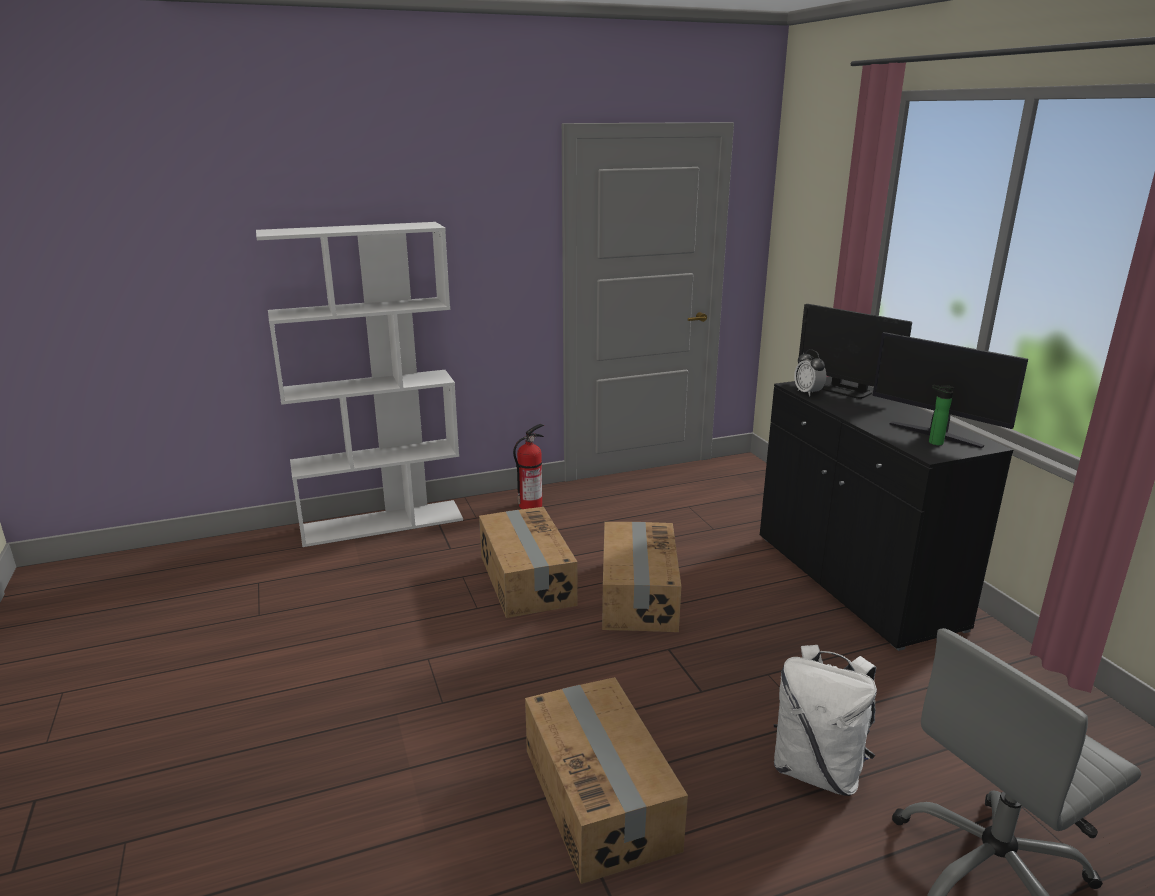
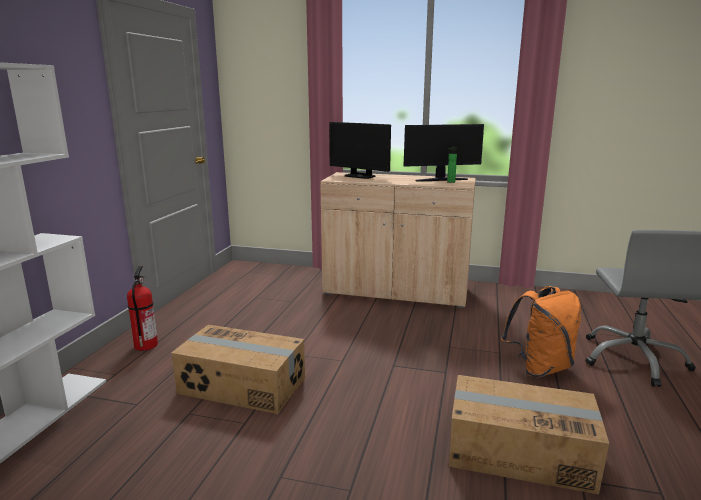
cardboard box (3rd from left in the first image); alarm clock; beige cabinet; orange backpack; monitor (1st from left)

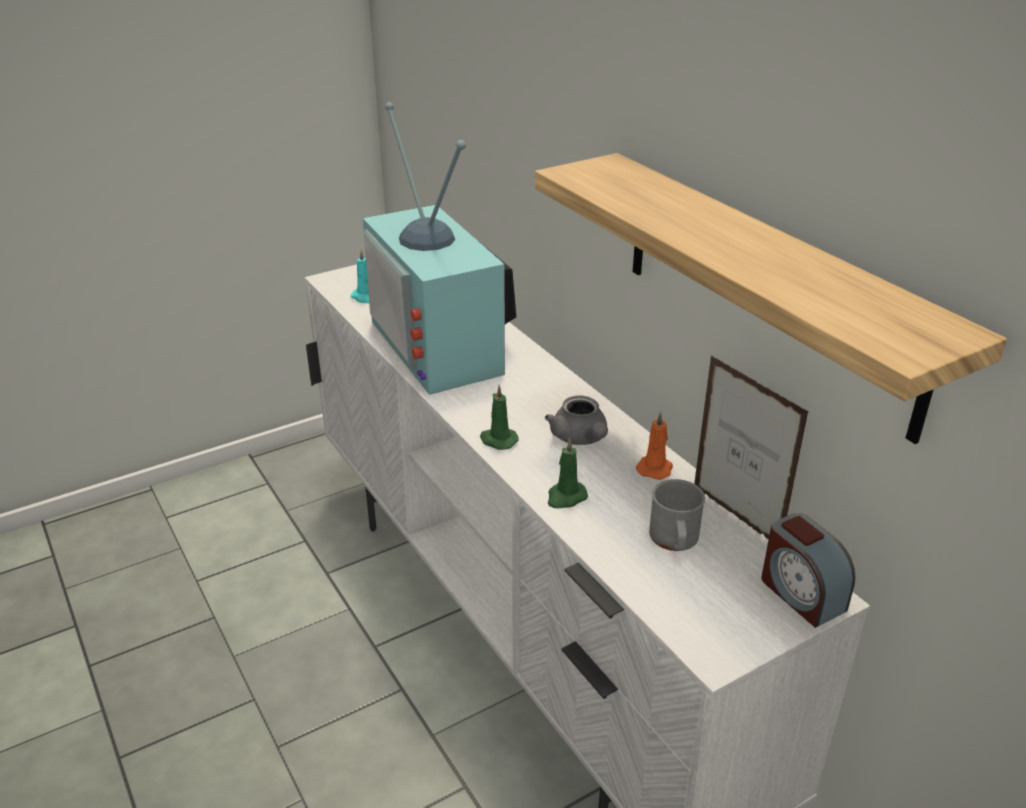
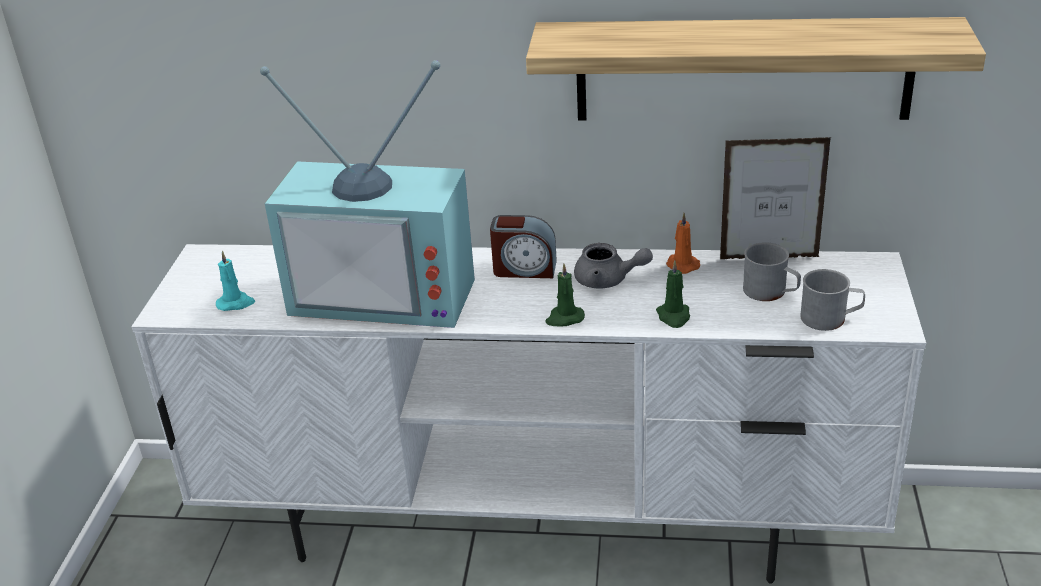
grey mug (2nd from left); alarm clock

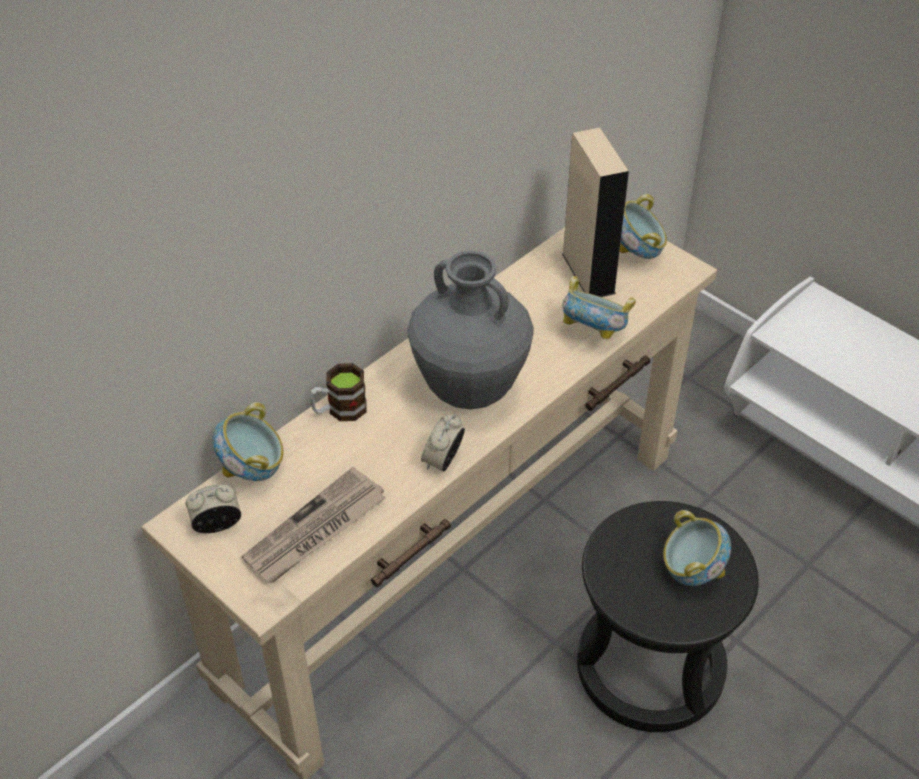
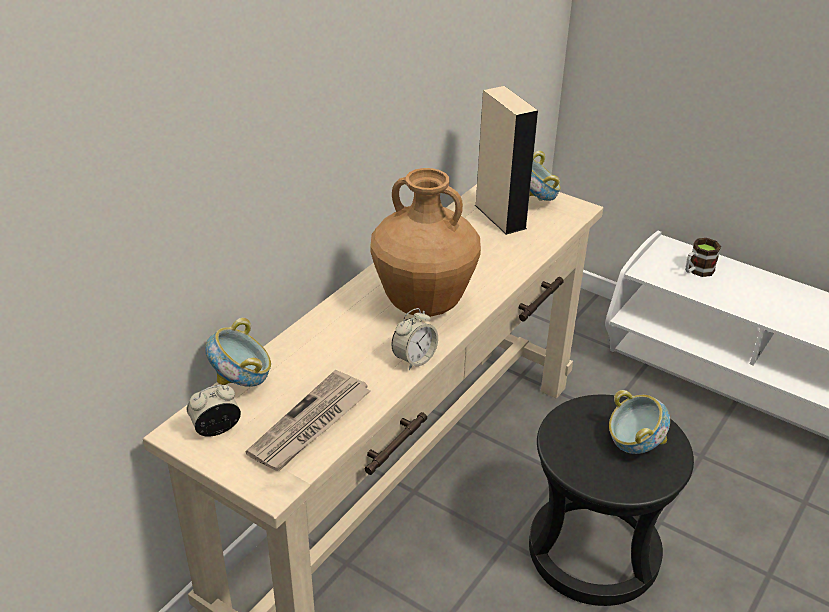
bowl (2nd from left in the first image); mug; brown vase; alarm clock (2nd from left)

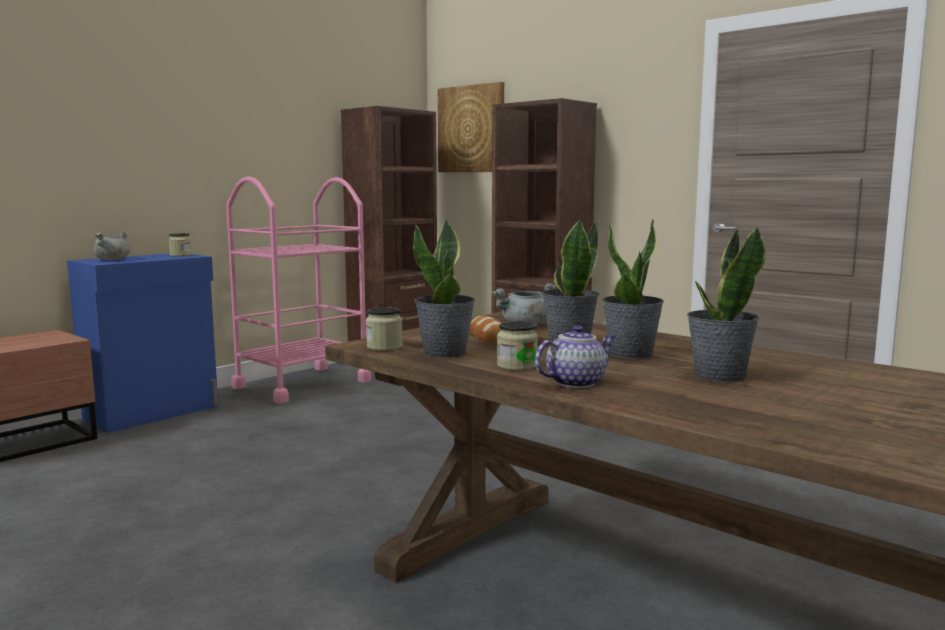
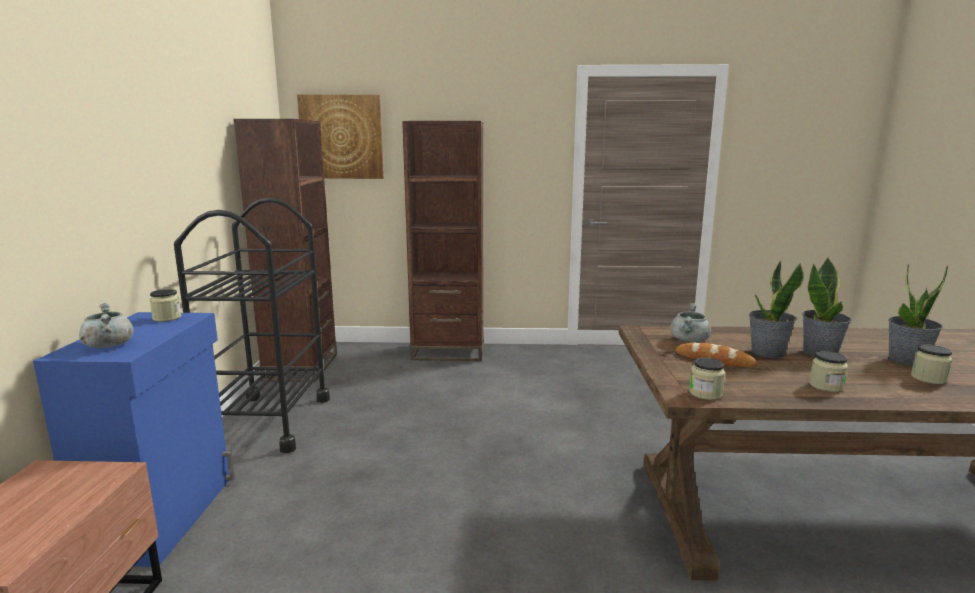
potted plant (1st from left in the first image); teapot; jar (4th from left); black cart

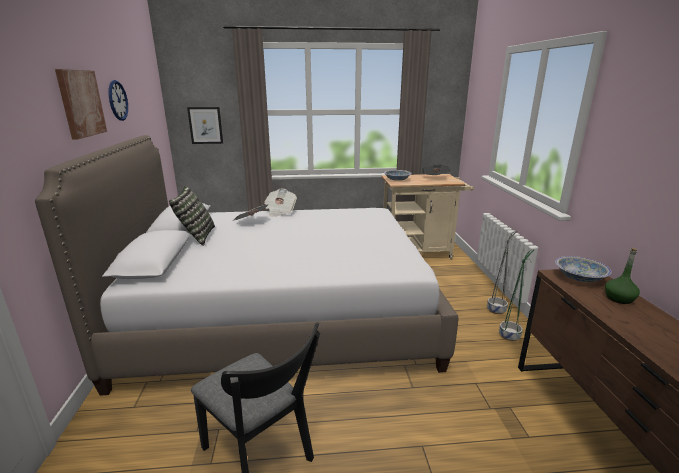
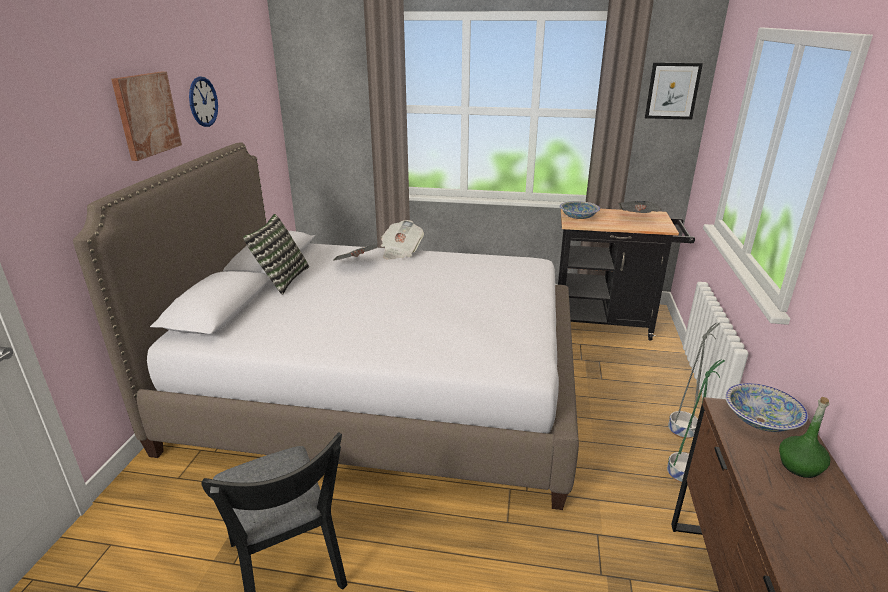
picture (2nd from left); black cart

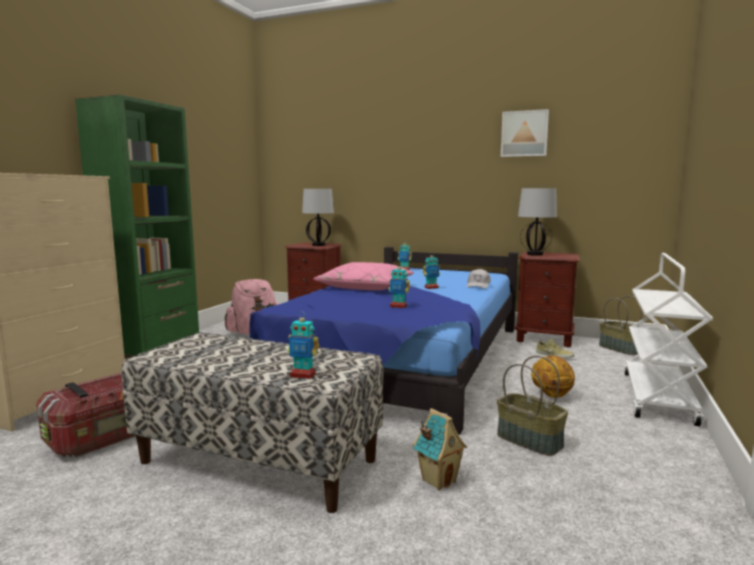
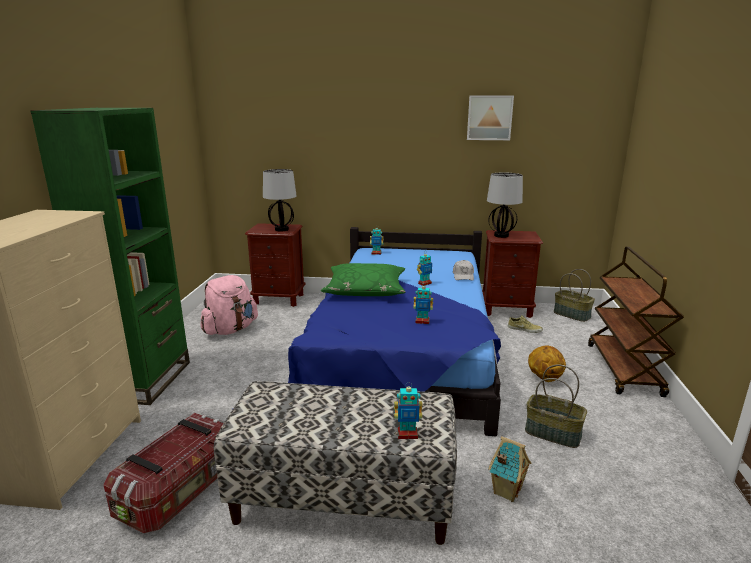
green pillow; brown cart

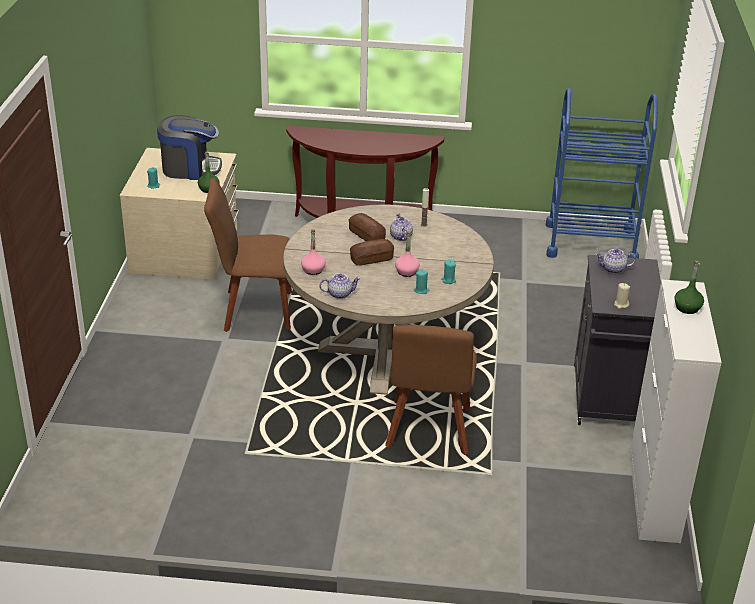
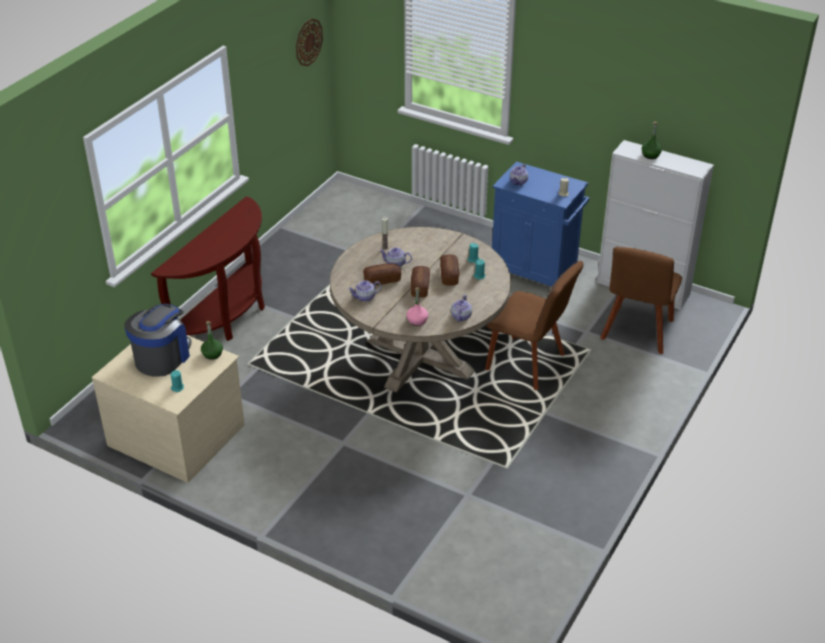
blue cart; wall clock; teapot (1st from left); brown chair (2nd from left); bread (3rd from left); blue cabinet

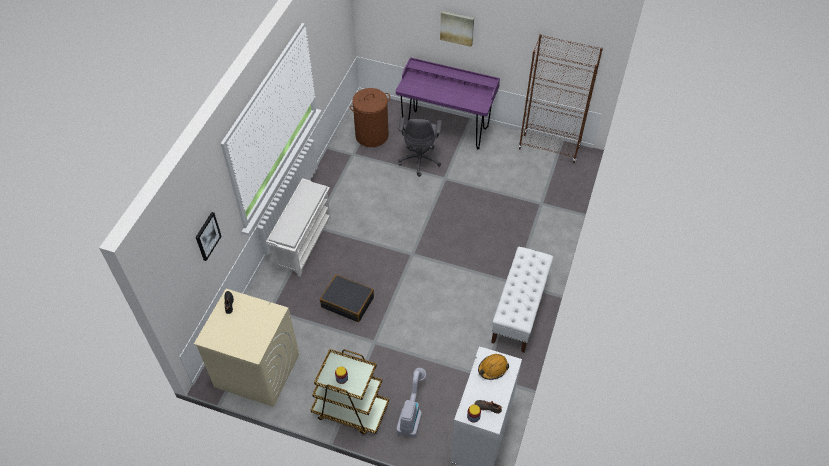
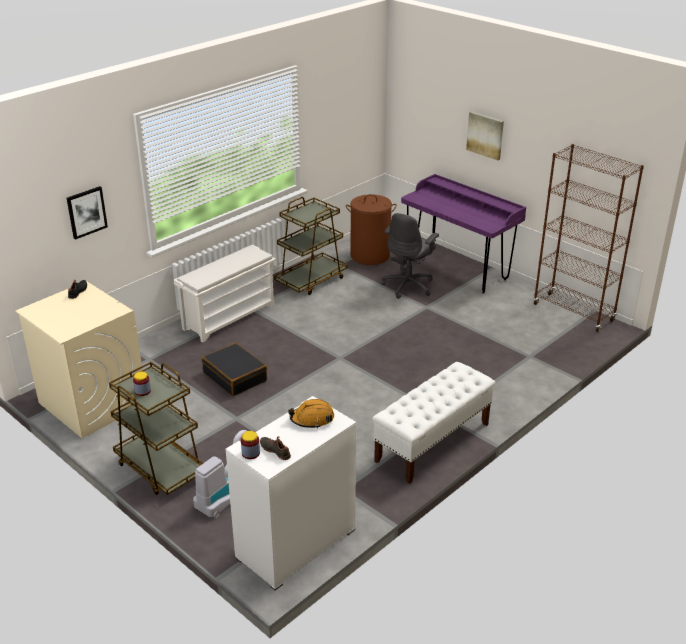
brown cart (2nd from left)

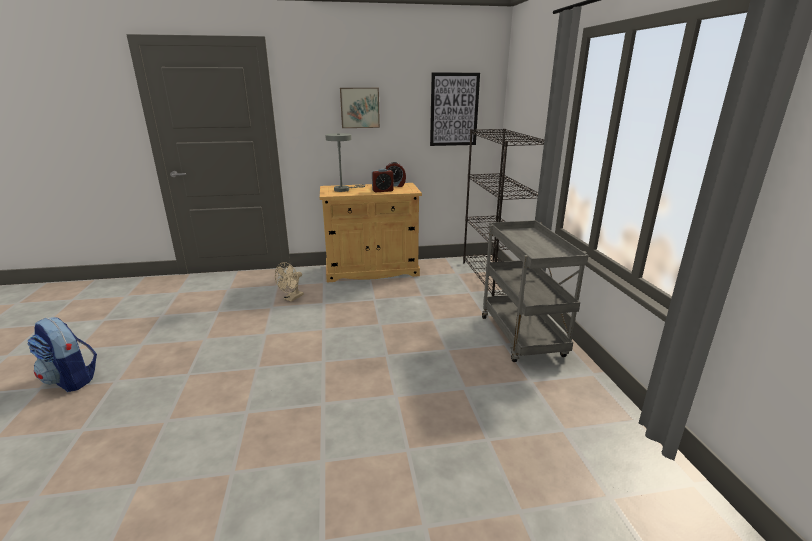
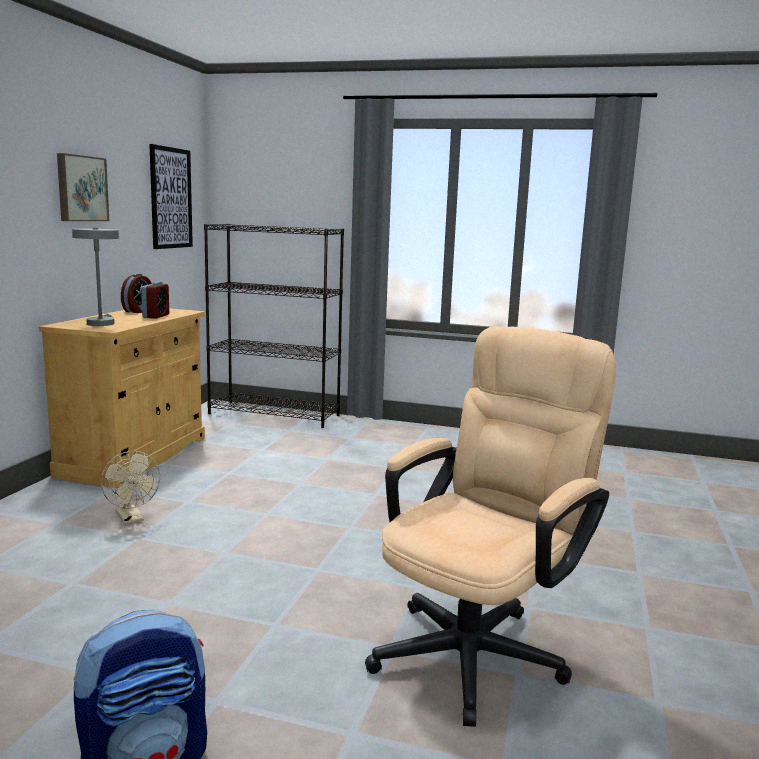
grey cart; beige office chair

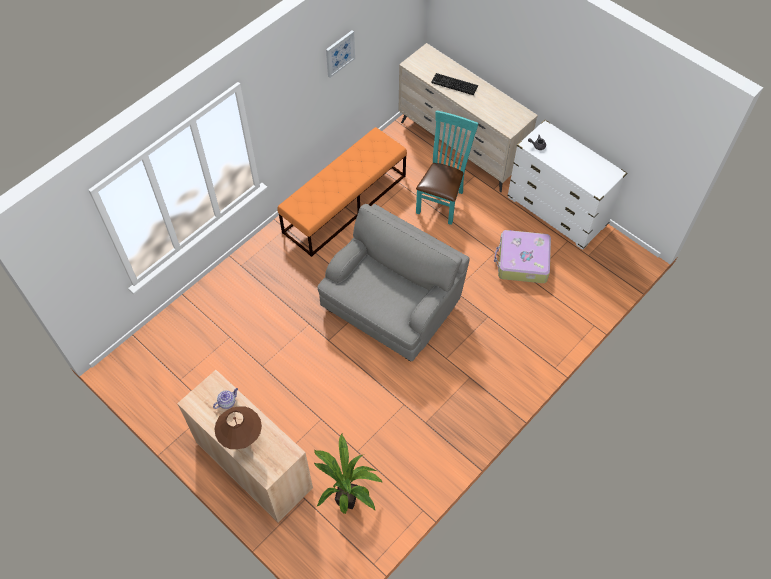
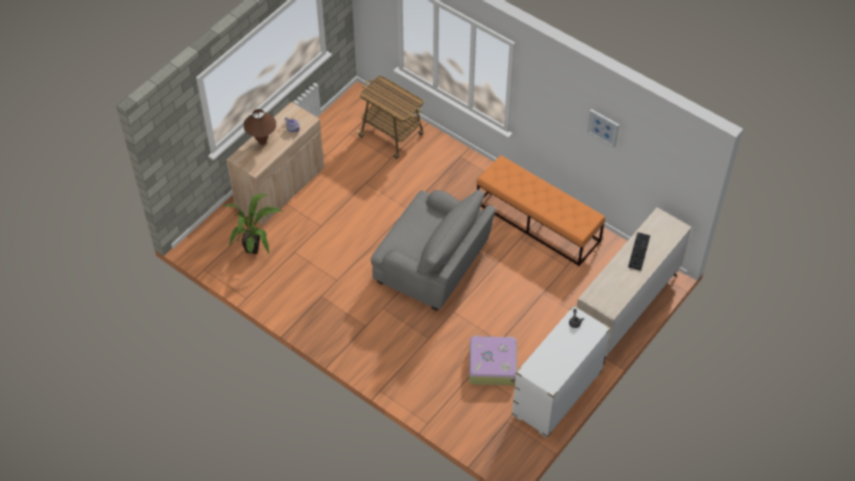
turquoise chair; cart

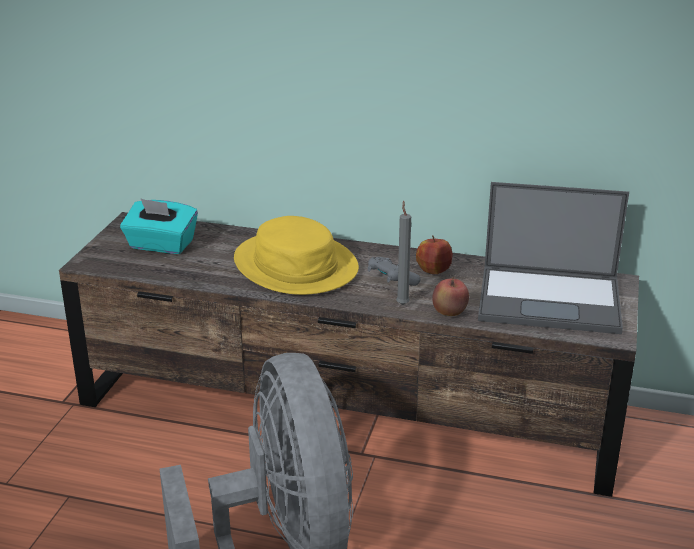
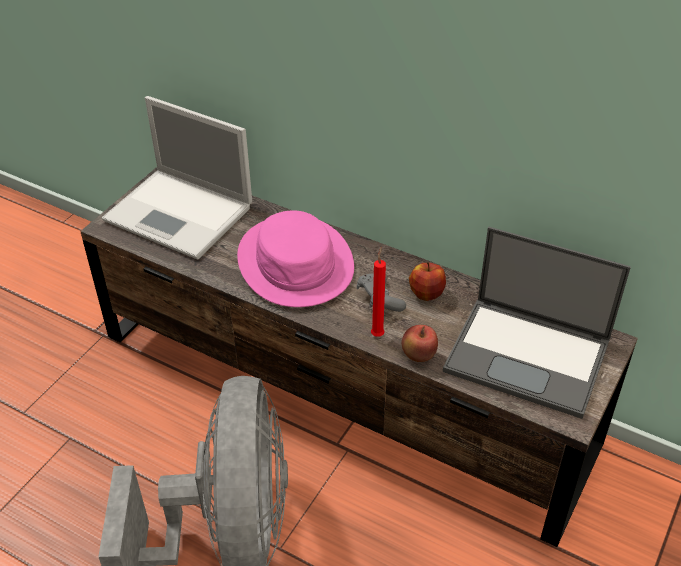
laptop (1st from left); pink hat; red candle

